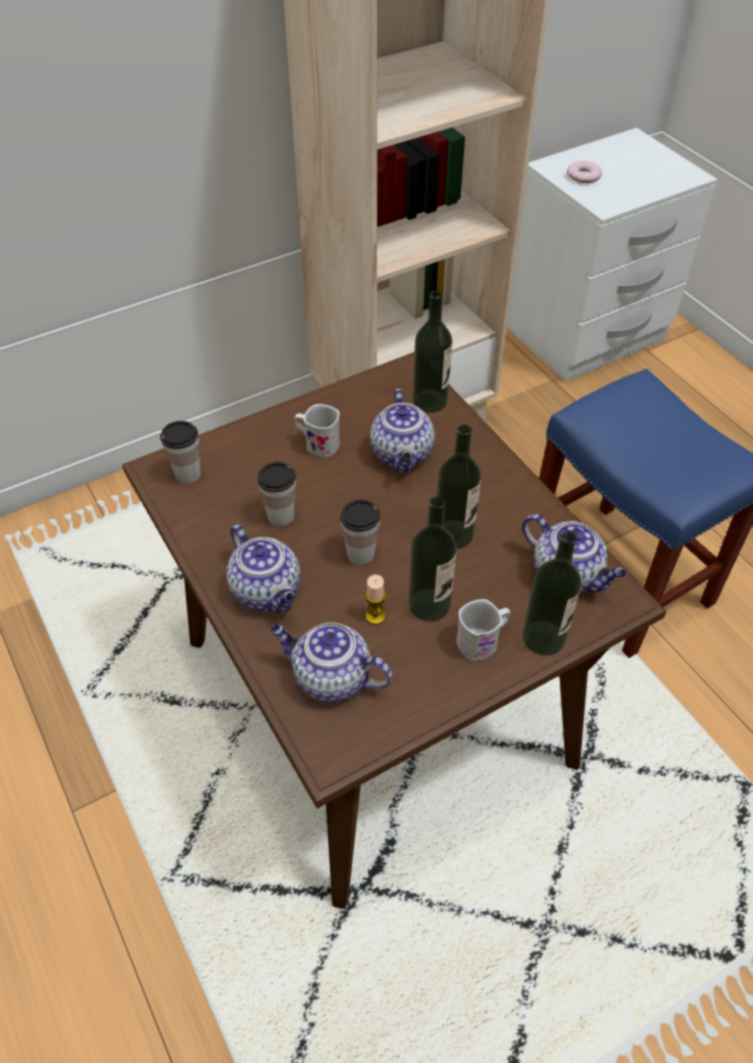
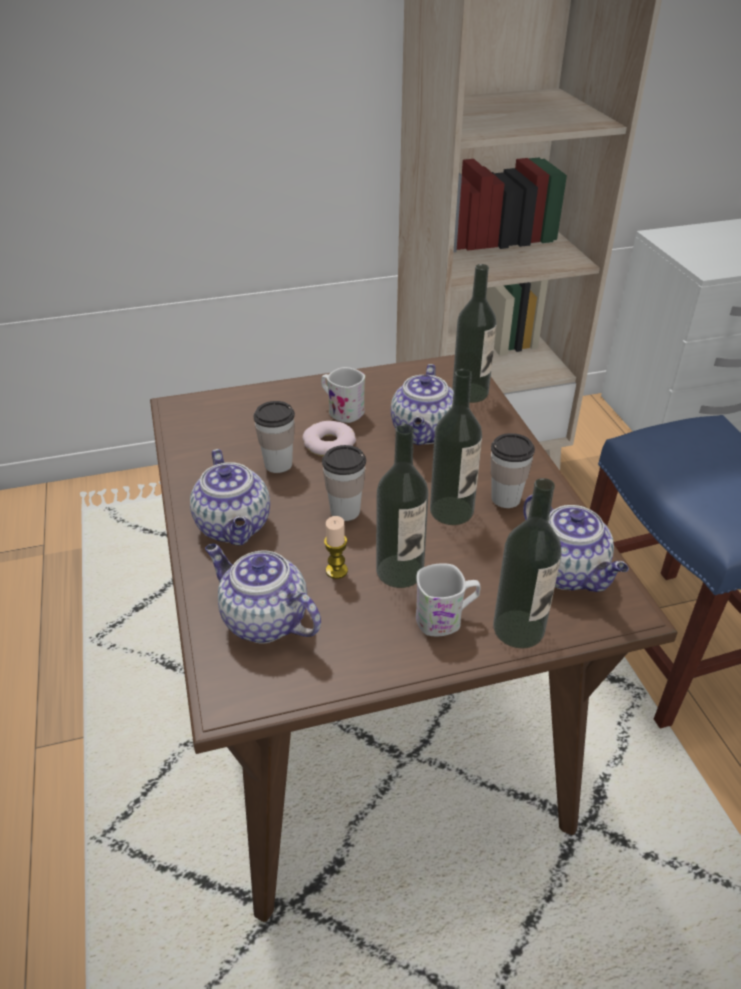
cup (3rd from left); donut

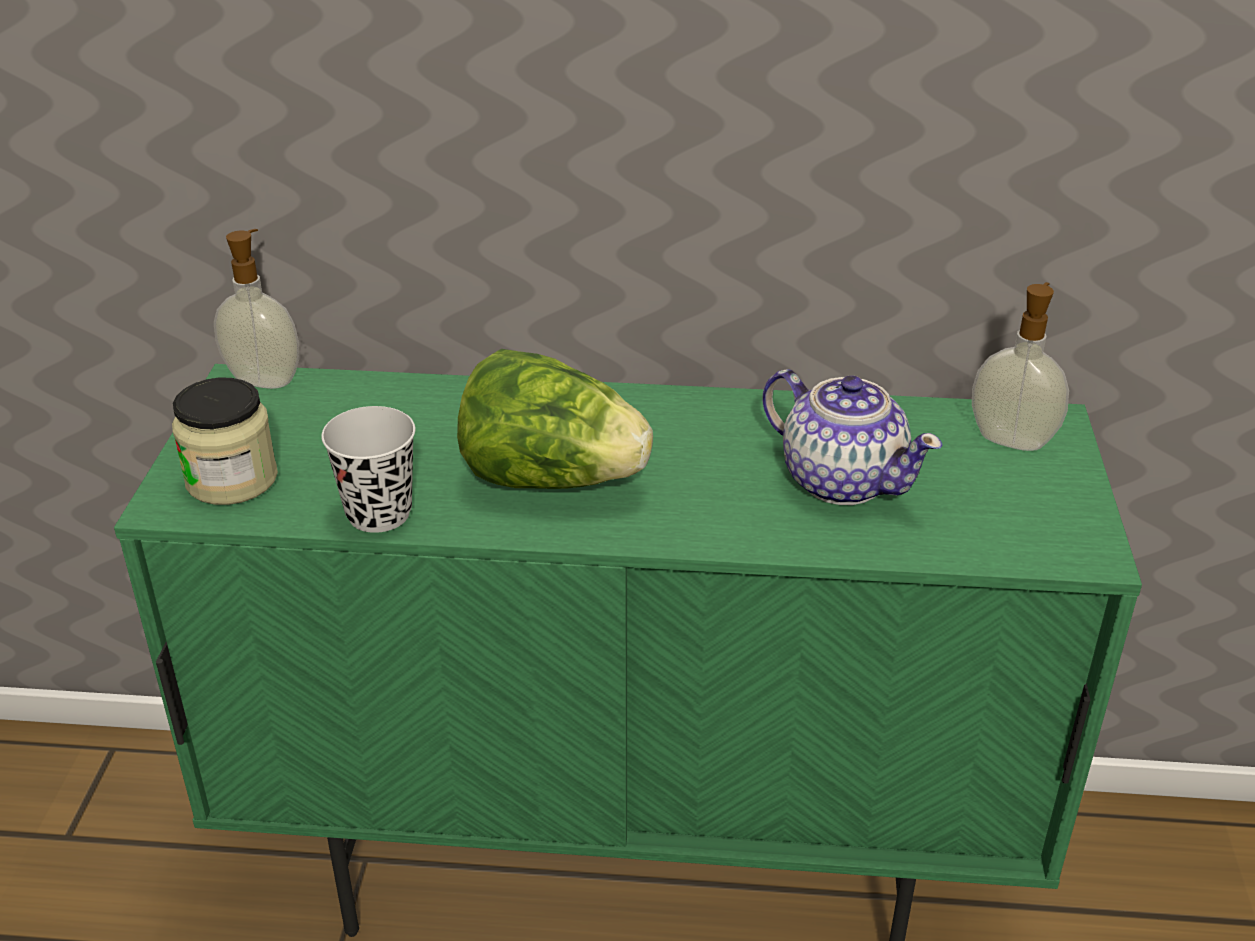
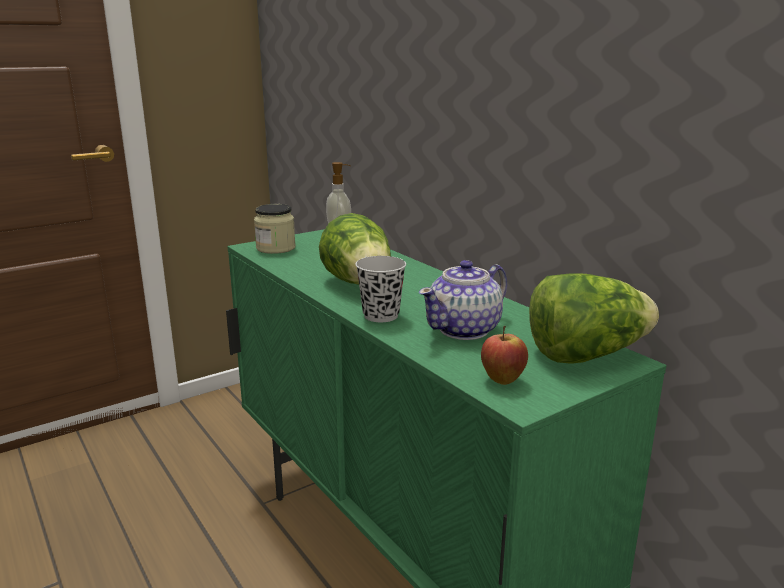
apple; black cup; lettuce (2nd from left); teapot

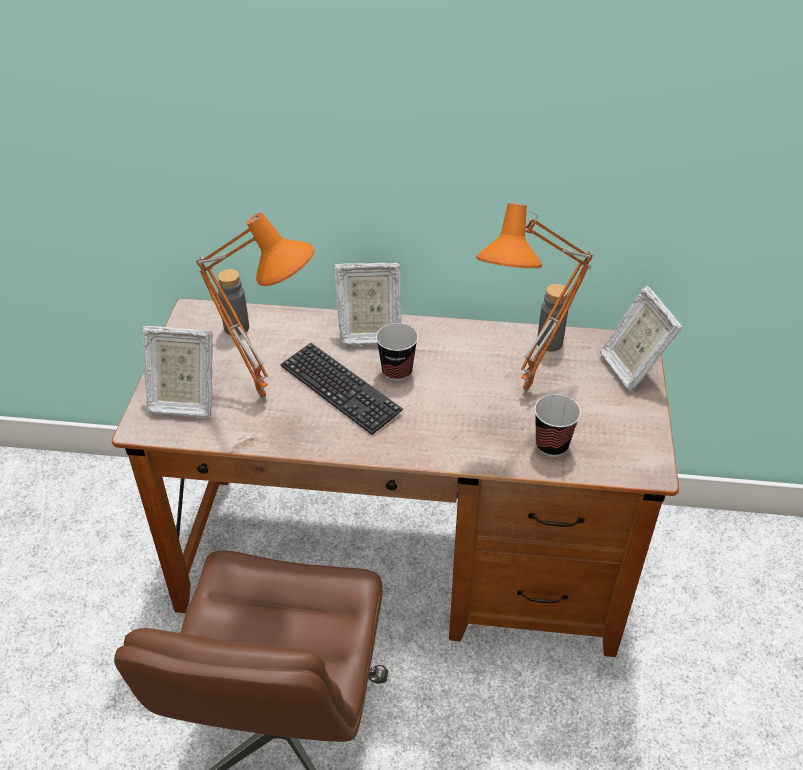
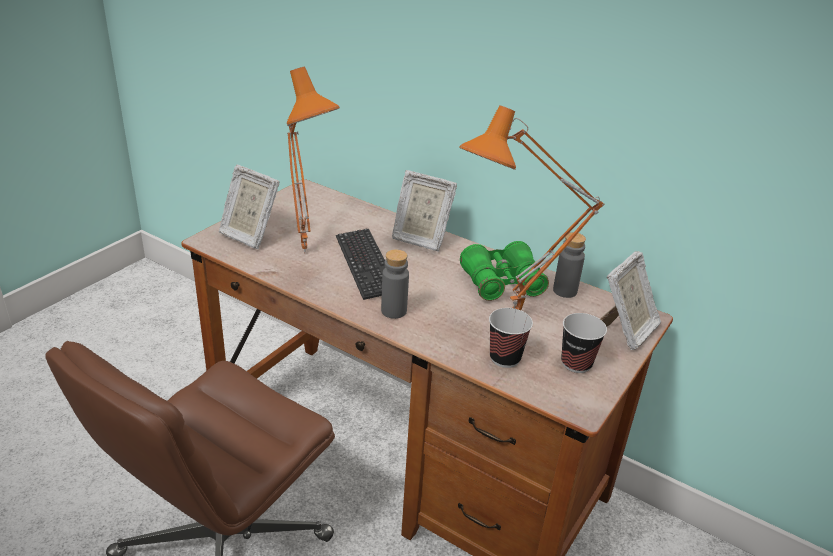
green binoculars; grey bottle (1st from left); cup (2nd from left); picture frame (3rd from left)

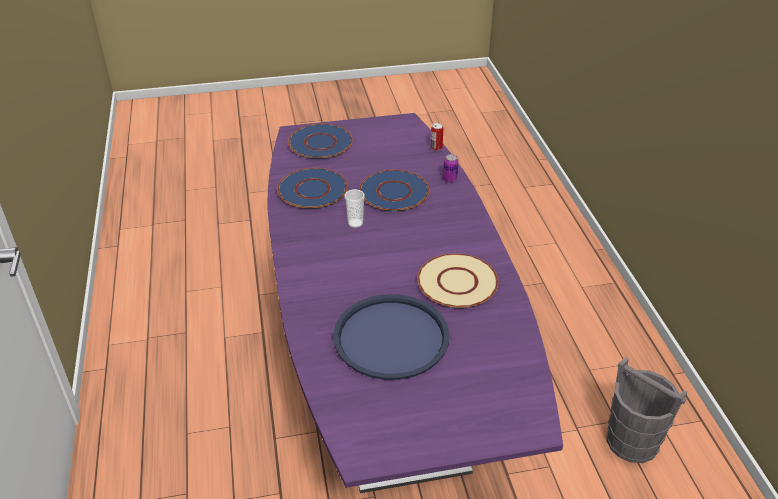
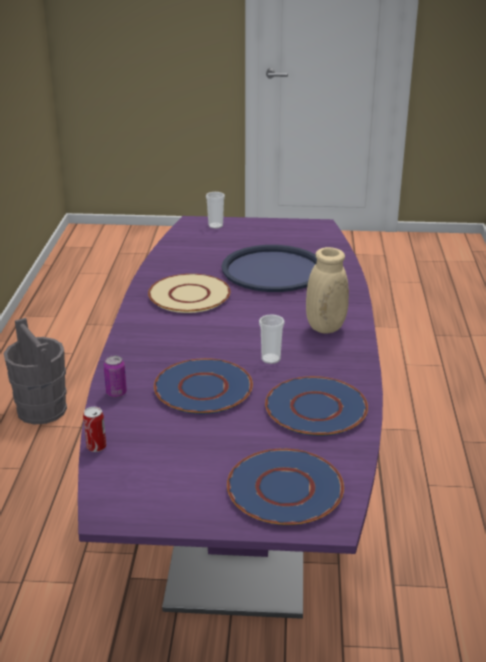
cup (1st from left); beige vase

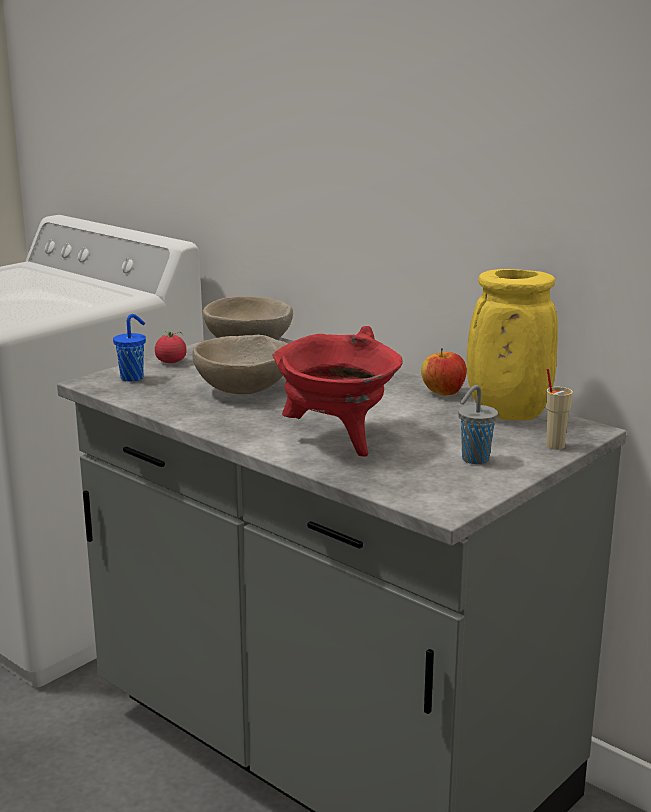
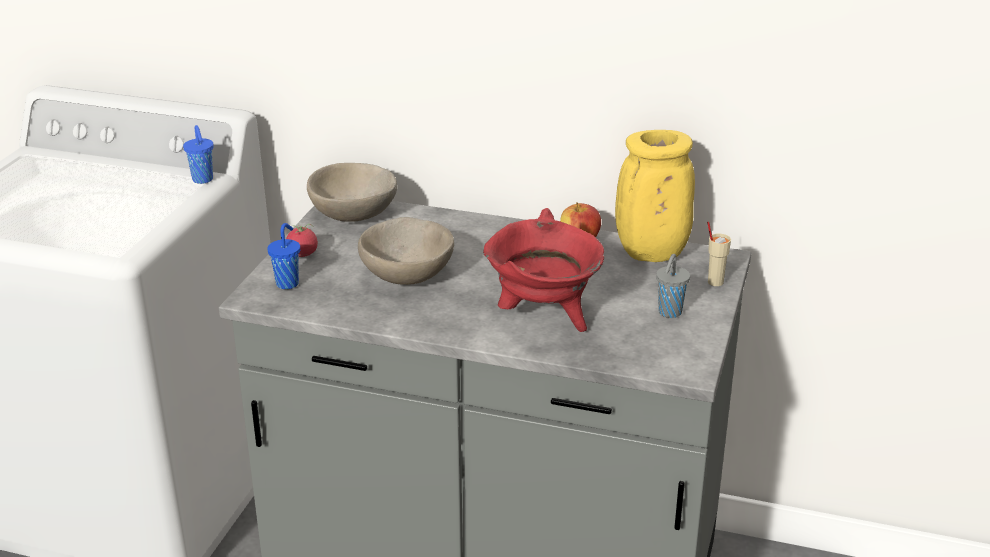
blue cup (1st from left)

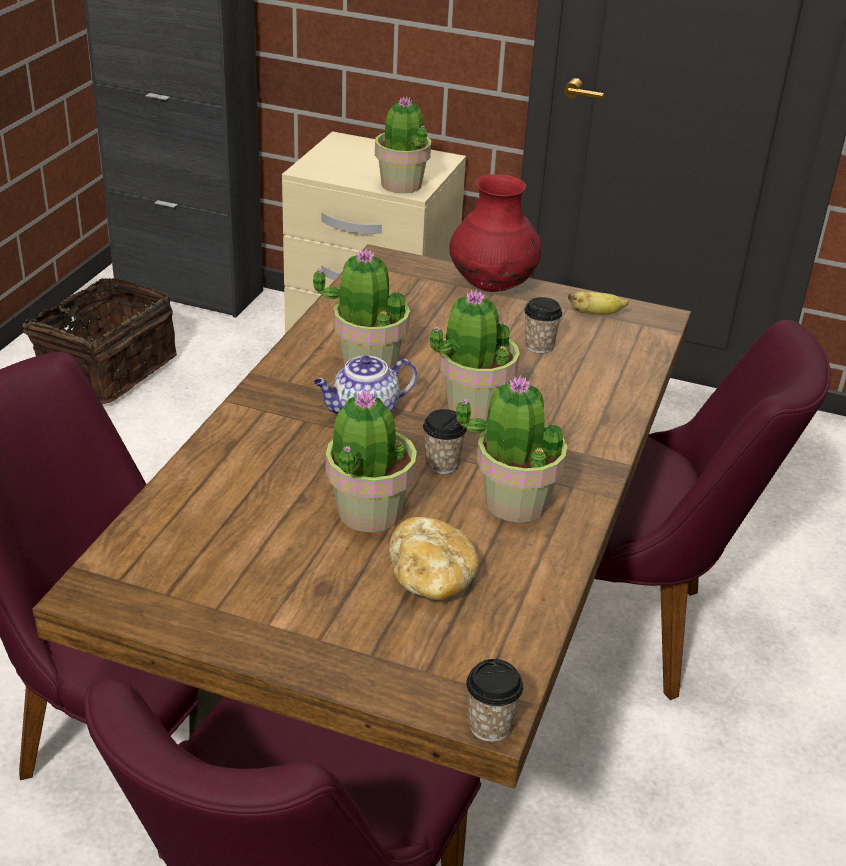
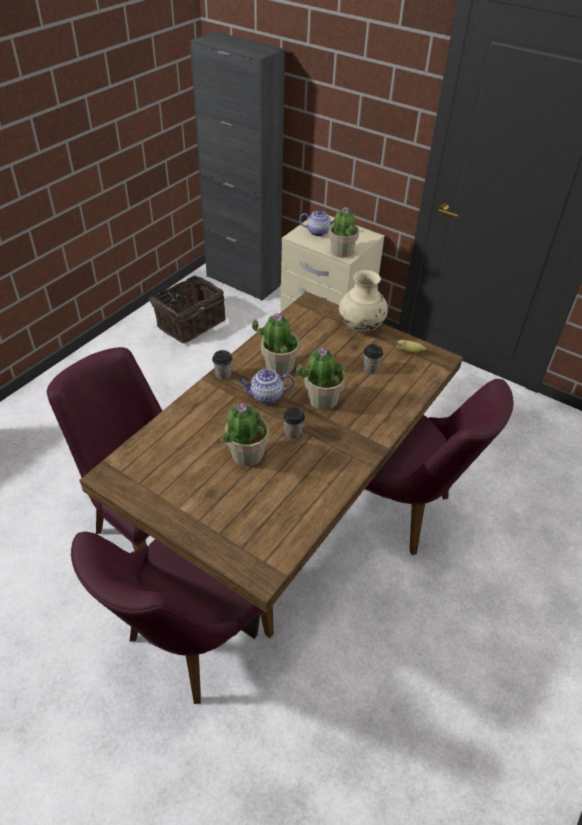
bread; potted plant (5th from left in the first image); teapot (2nd from left); cup (1st from left); beige vase

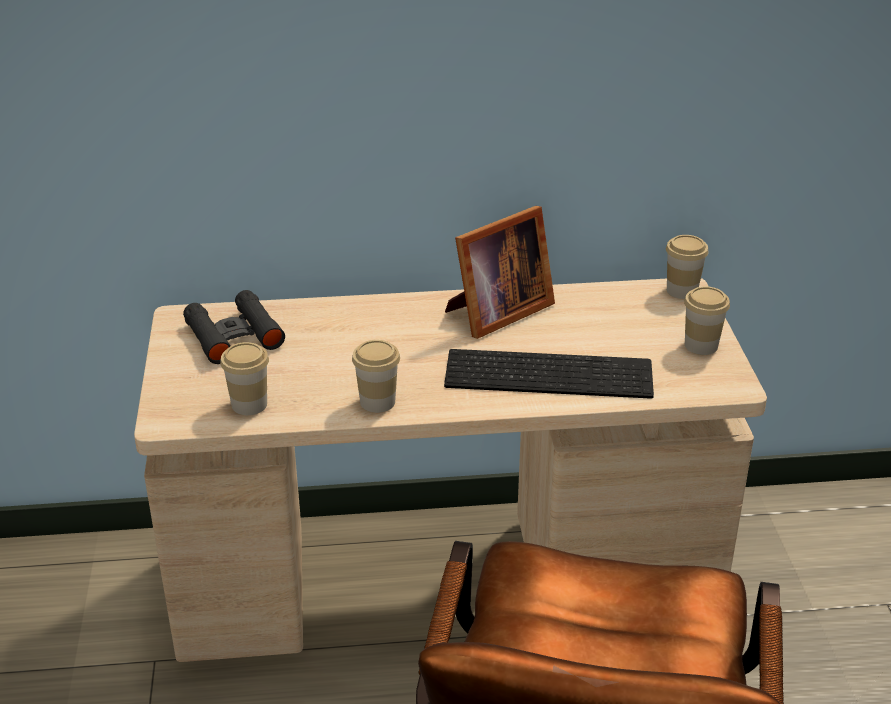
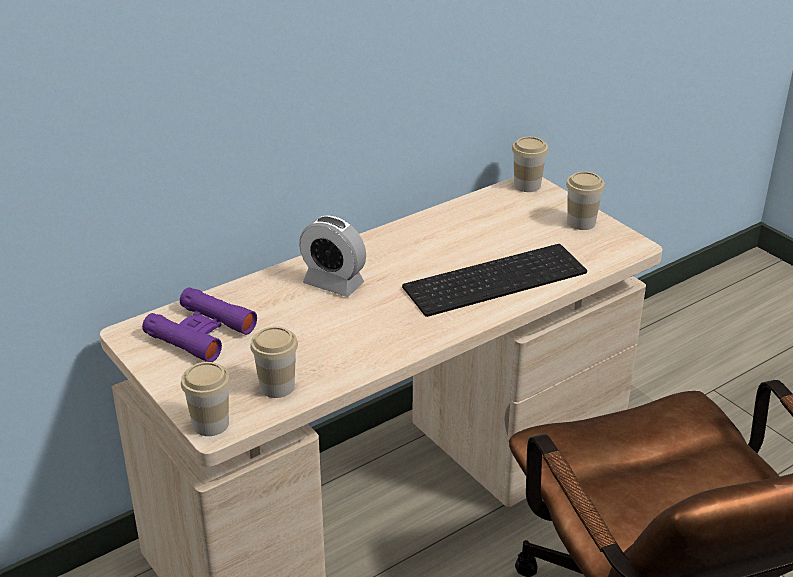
picture frame; alarm clock; cup (1st from left); purple binoculars

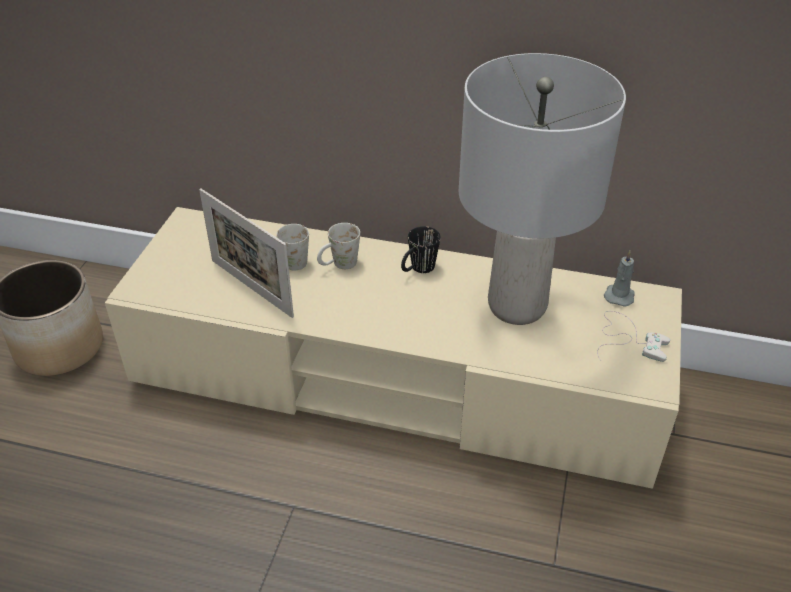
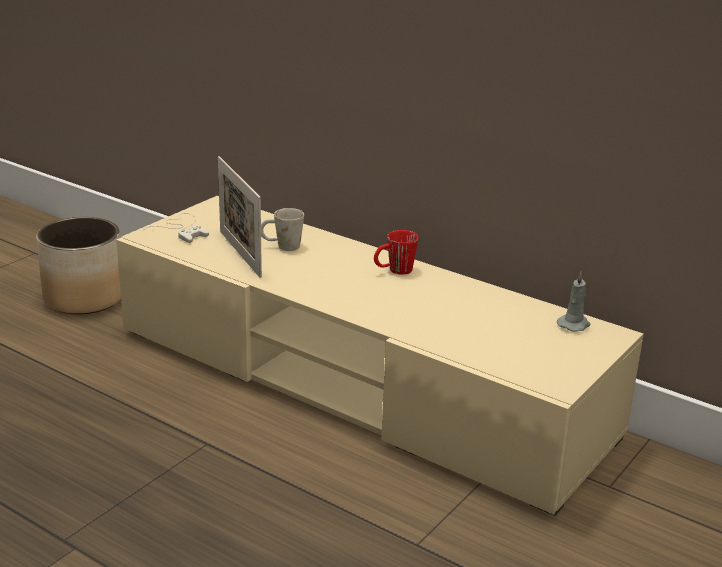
white mug (2nd from left in the first image); grey table lamp; white game controller; red mug

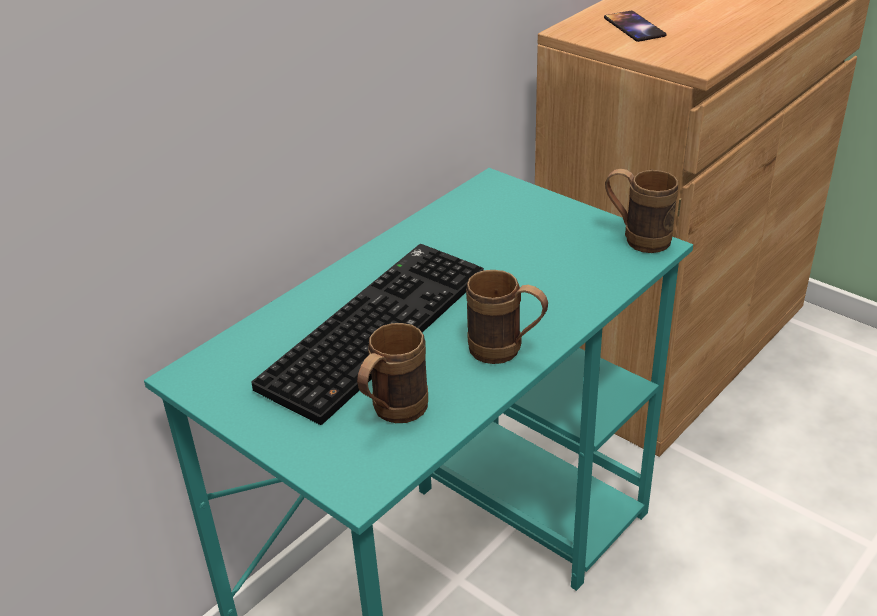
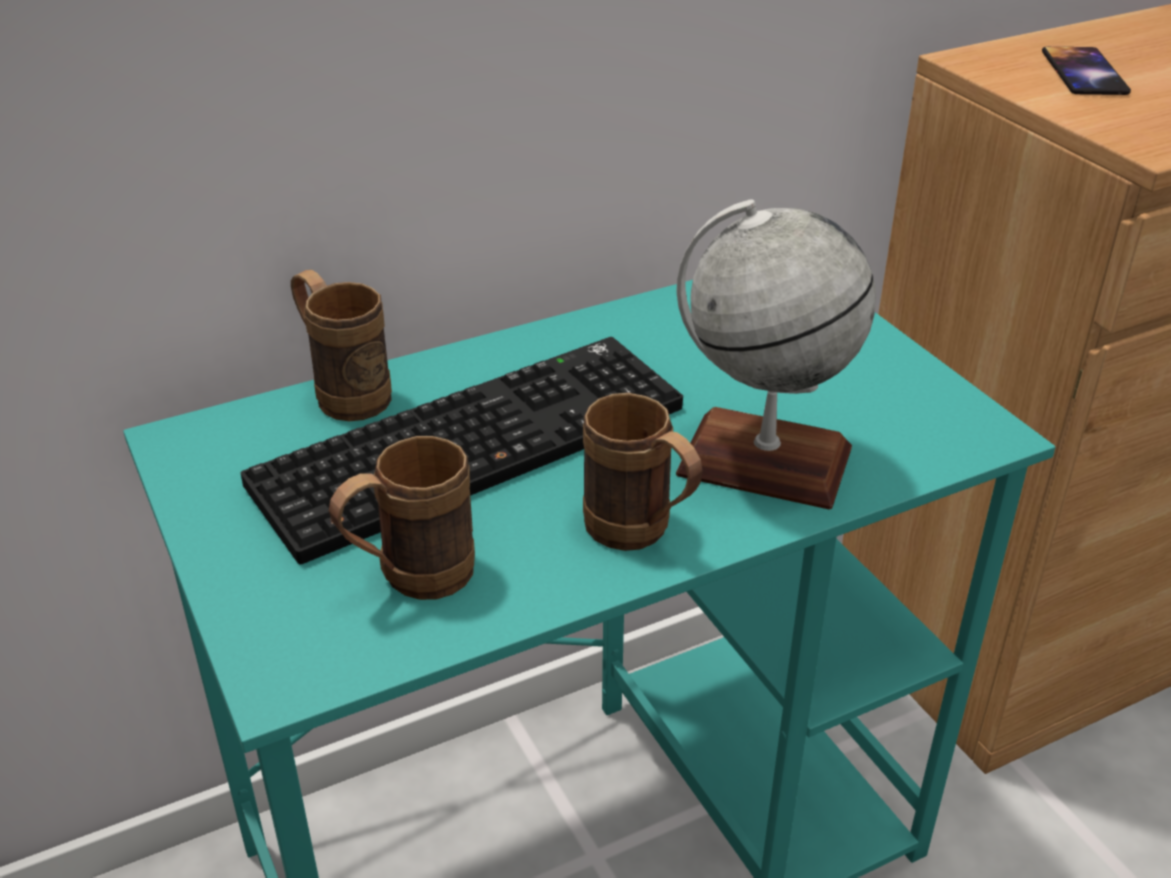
globe; brown mug (1st from left)

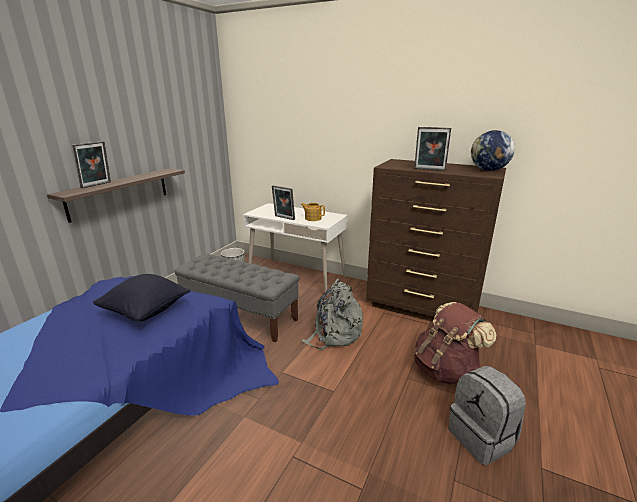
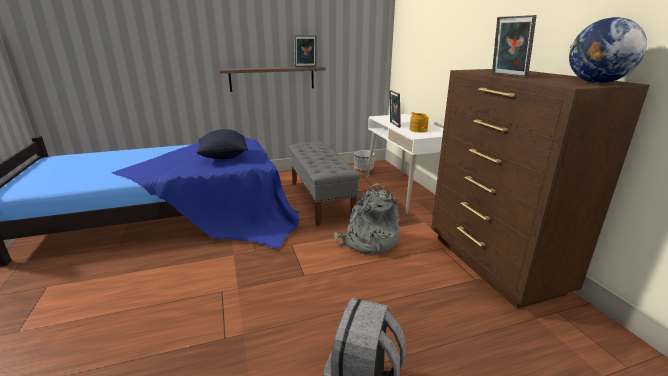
brown backpack; picture frame (1st from left)

